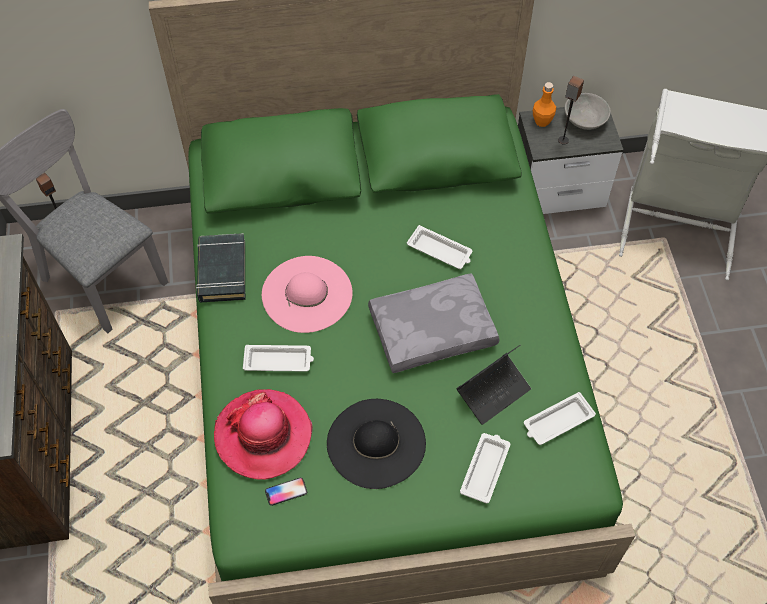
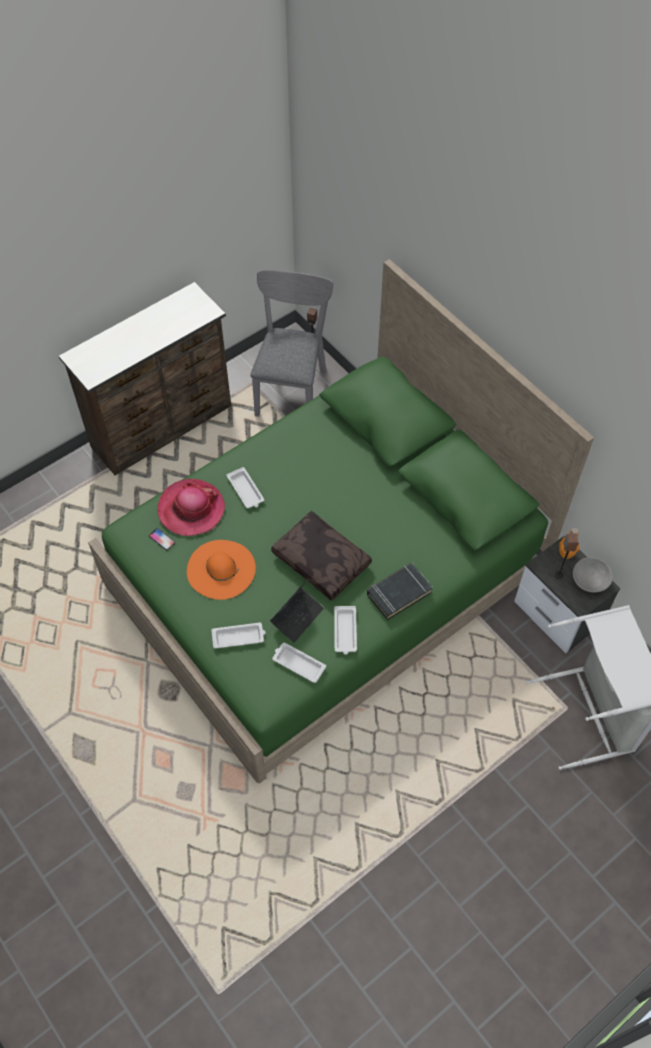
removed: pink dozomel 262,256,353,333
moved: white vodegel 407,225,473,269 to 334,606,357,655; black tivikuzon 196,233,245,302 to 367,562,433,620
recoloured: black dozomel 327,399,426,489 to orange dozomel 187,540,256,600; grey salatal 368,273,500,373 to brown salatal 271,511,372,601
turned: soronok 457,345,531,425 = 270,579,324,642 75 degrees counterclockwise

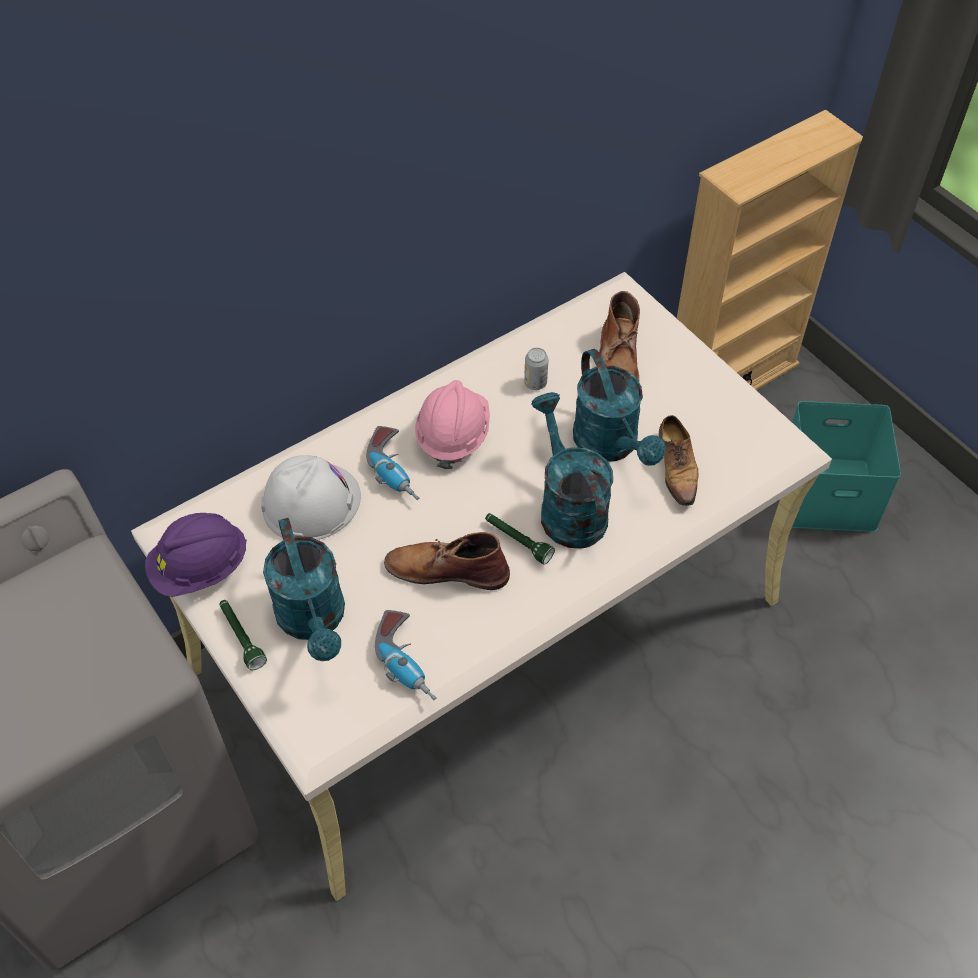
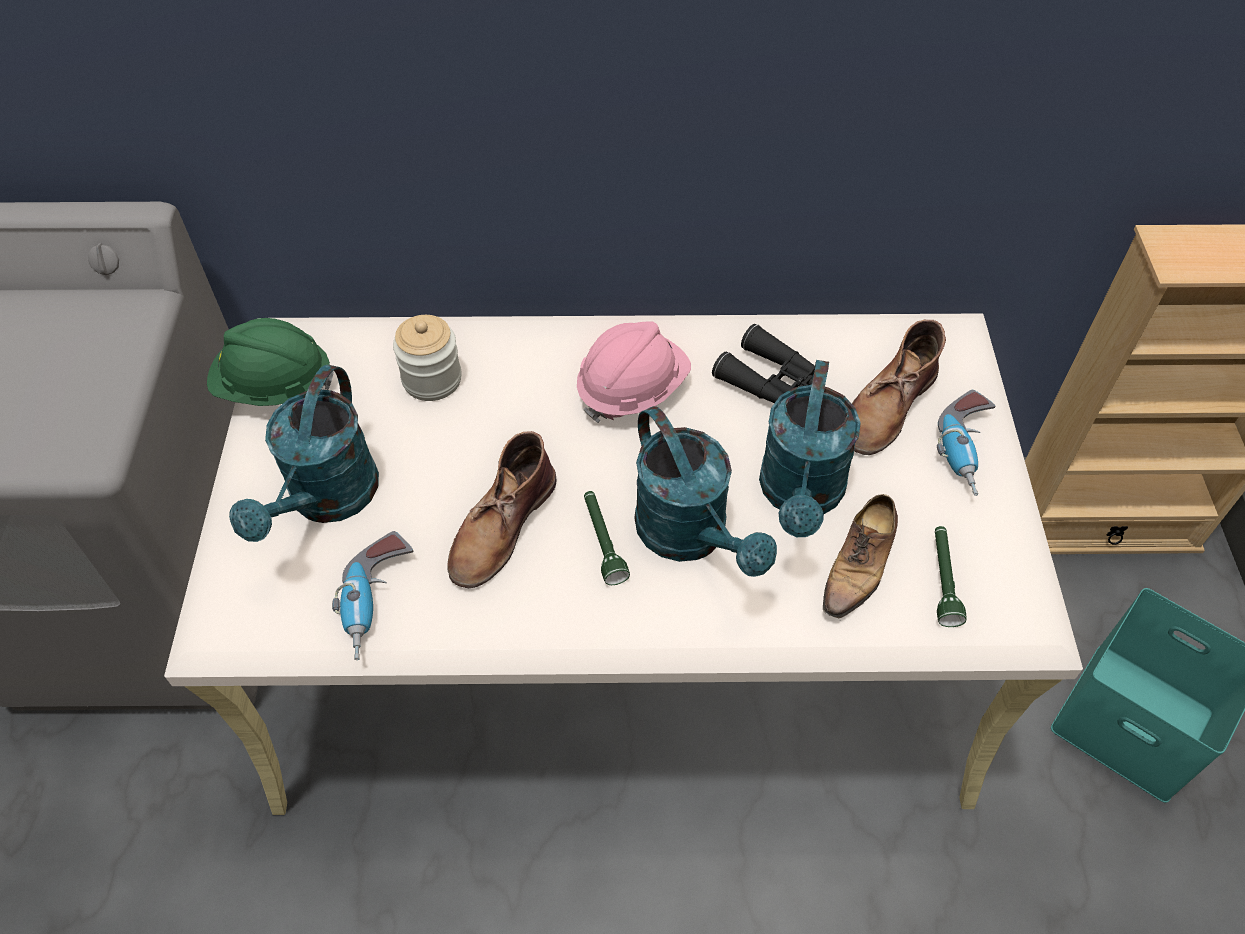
moved: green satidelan 219,600,267,670 to 935,526,967,627; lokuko 366,426,419,500 to 937,390,995,496
replaced: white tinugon 261,455,361,540 to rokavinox 393,315,462,401; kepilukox 524,348,548,390 to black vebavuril 712,324,815,403
recoloured: purple tinugon 145,513,247,597 to green tinugon 207,318,334,406
turned: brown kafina 384,532,510,590 = 447,431,556,588 105 degrees counterclockwise; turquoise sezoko 531,392,613,549 = 635,406,777,577 135 degrees clockwise

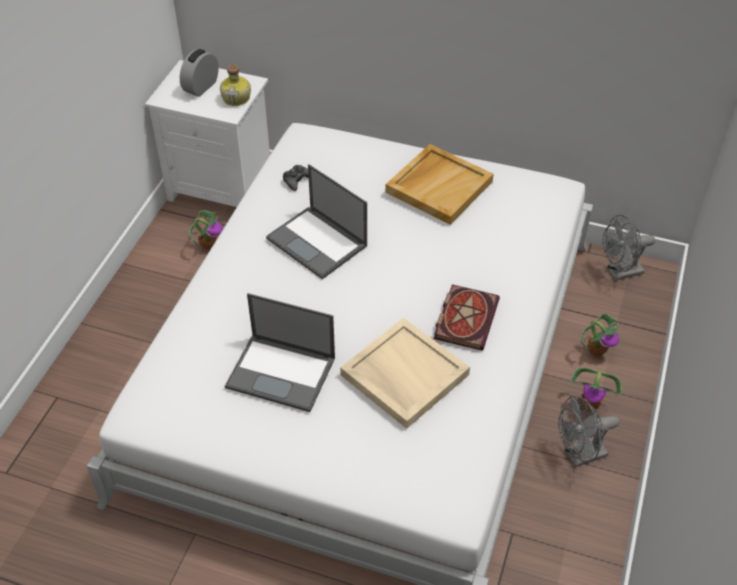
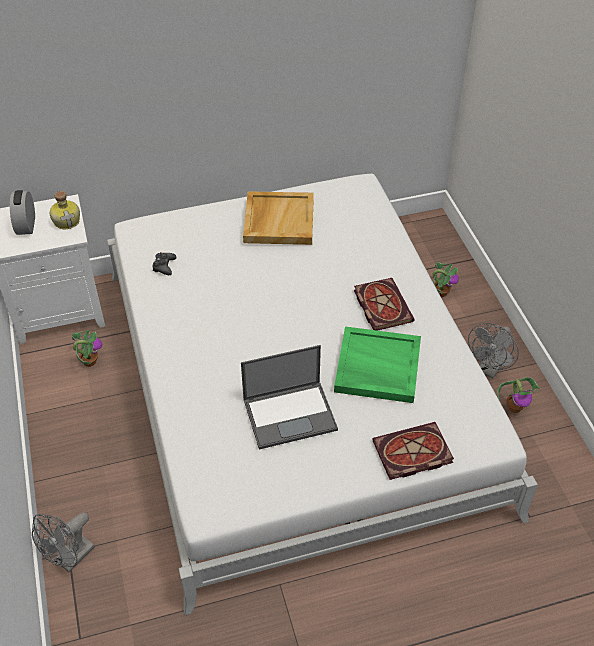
removed: soronok 266,164,367,279
added: tivikuzon 372,422,454,480
moved: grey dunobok 603,215,655,281 to 32,512,95,572; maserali 569,368,622,409 to 497,377,540,413
recoloured: beige vodegel 340,318,470,429 to green vodegel 334,326,421,403

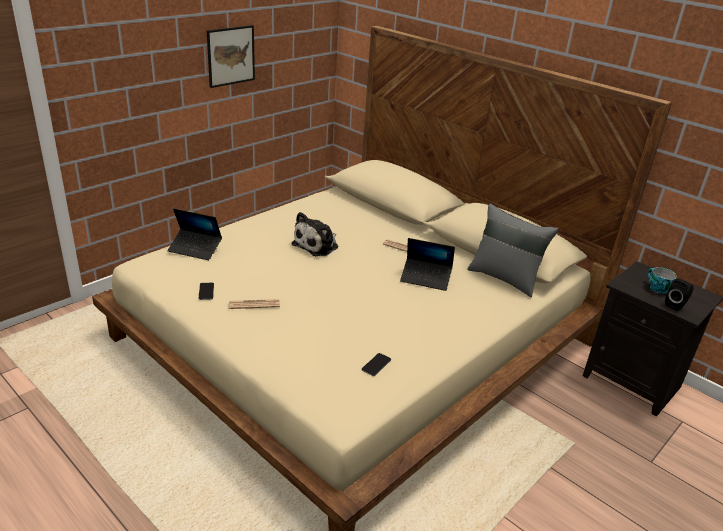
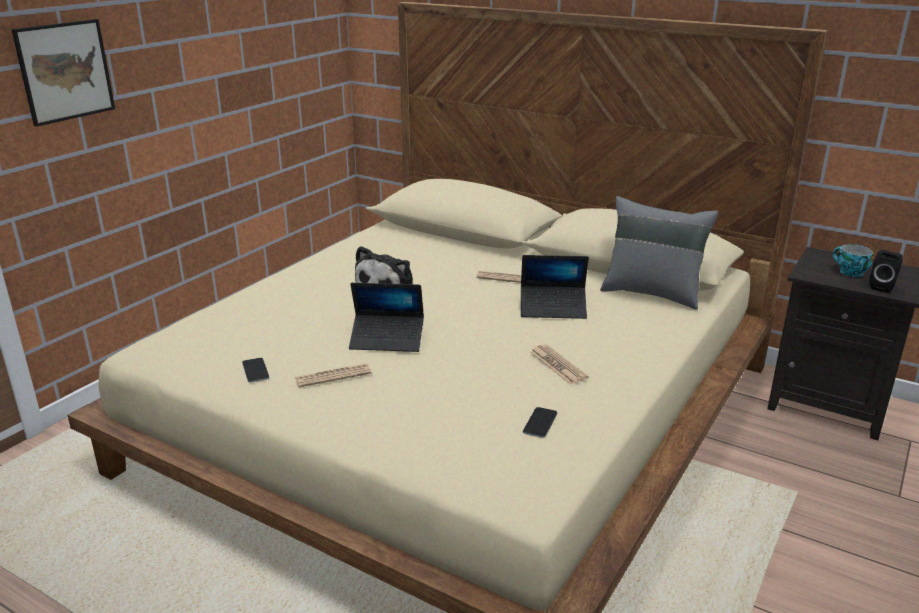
added: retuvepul 530,345,589,384
moved: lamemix 207,25,255,88 to 11,19,115,127; soronok 167,209,222,260 to 349,283,424,352

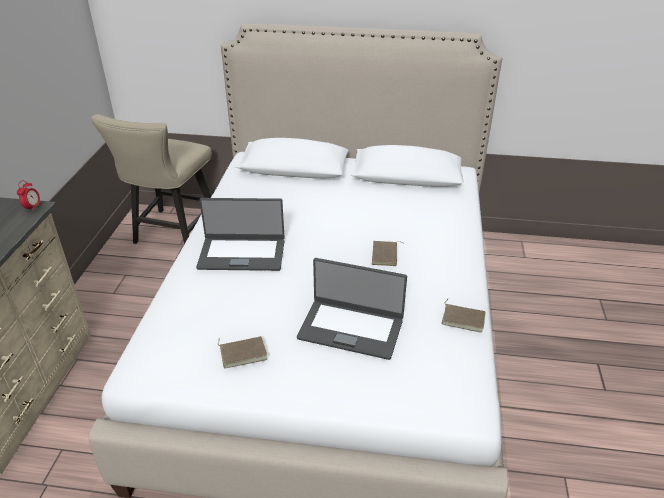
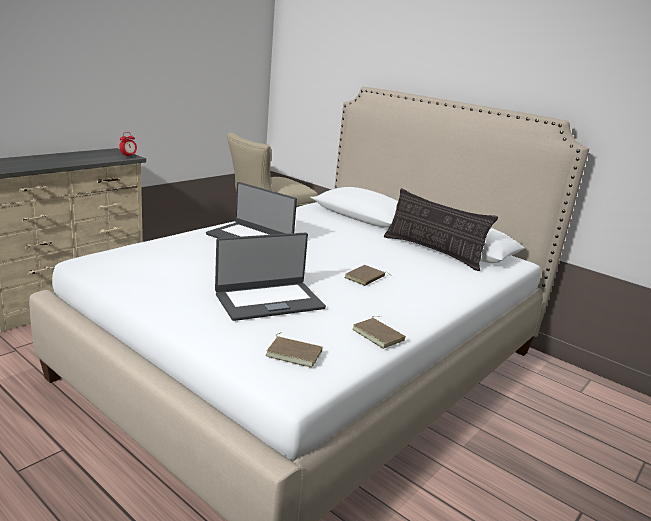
added: salatal 384,188,498,271
moved: brown tivikuzon 218,336,267,368 to 265,332,323,368
turned: soronok 297,258,407,360 = 215,232,326,321 75 degrees counterclockwise

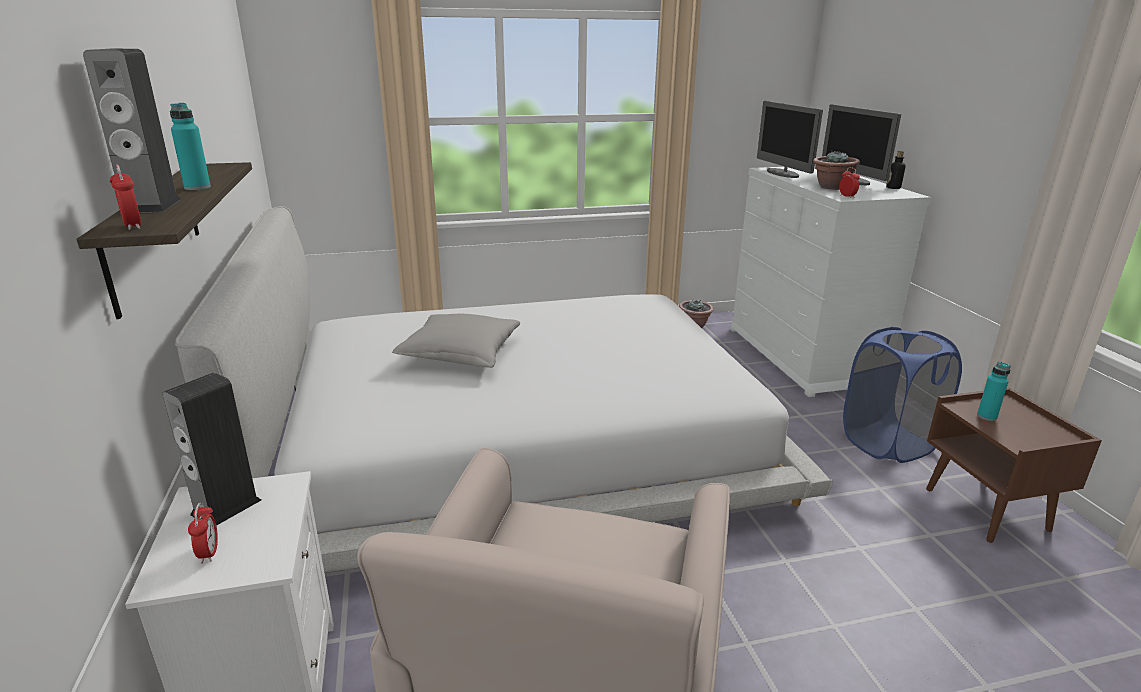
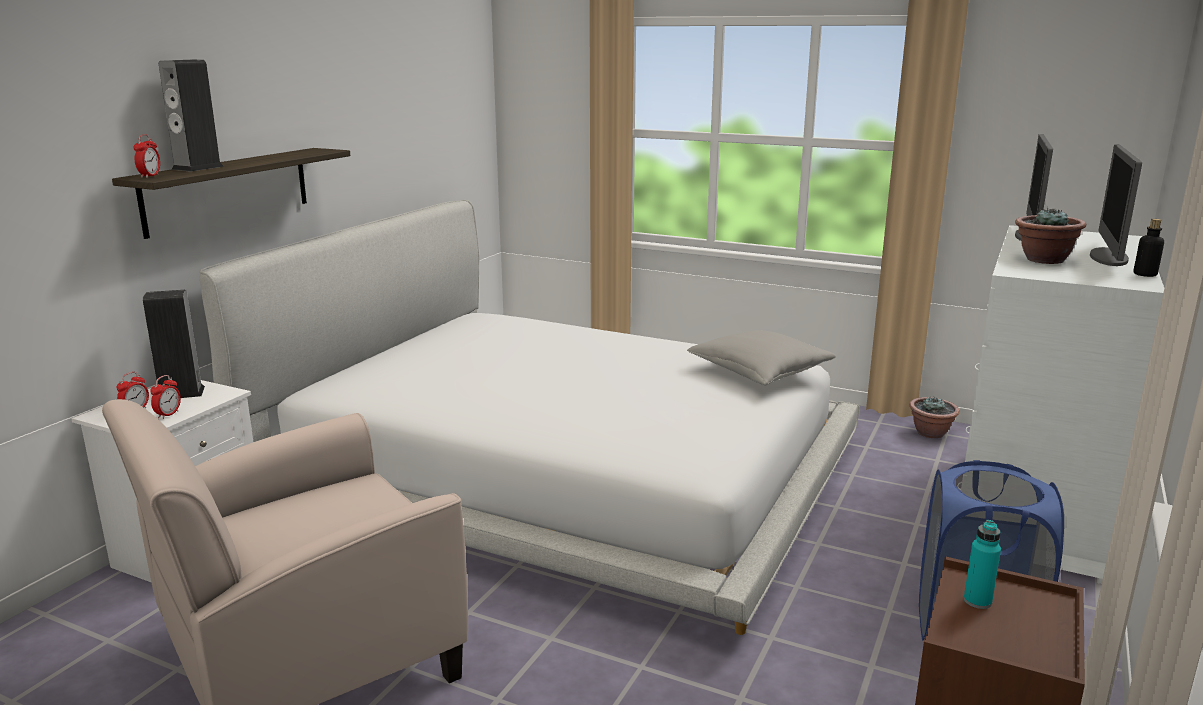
removed: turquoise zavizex 170,103,211,190
moved: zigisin 839,167,860,198 to 150,375,181,419; grey salatal 392,314,520,368 to 687,330,836,385

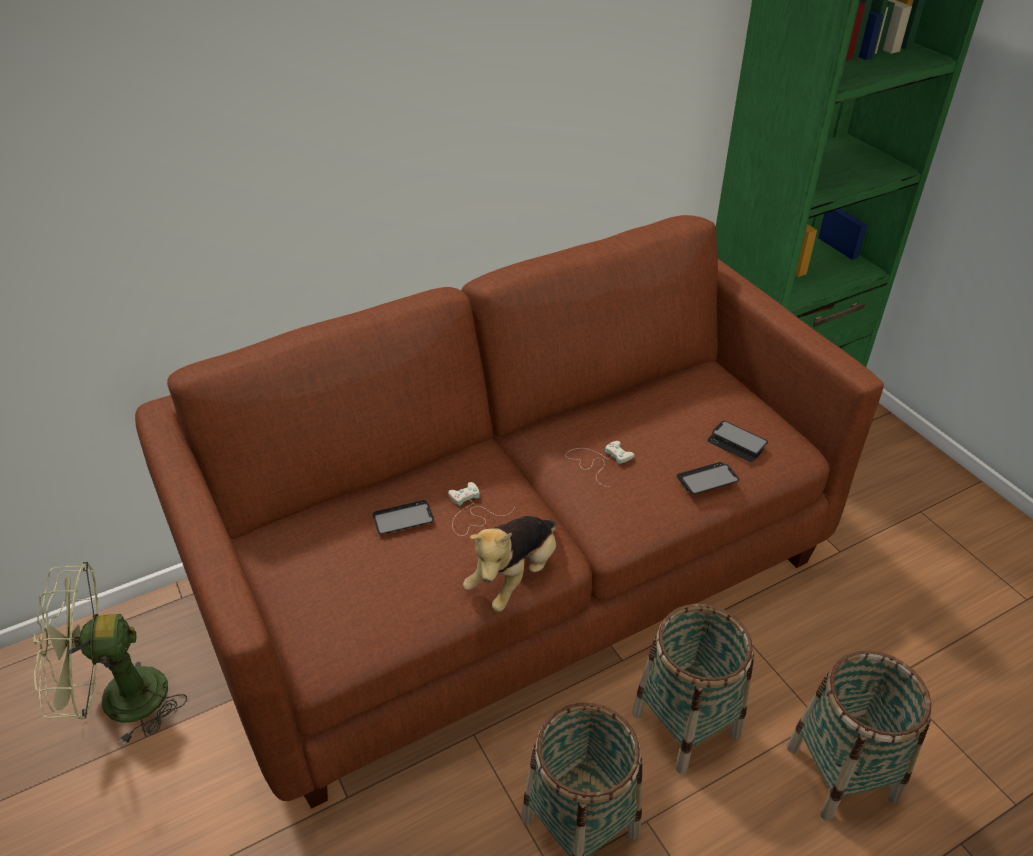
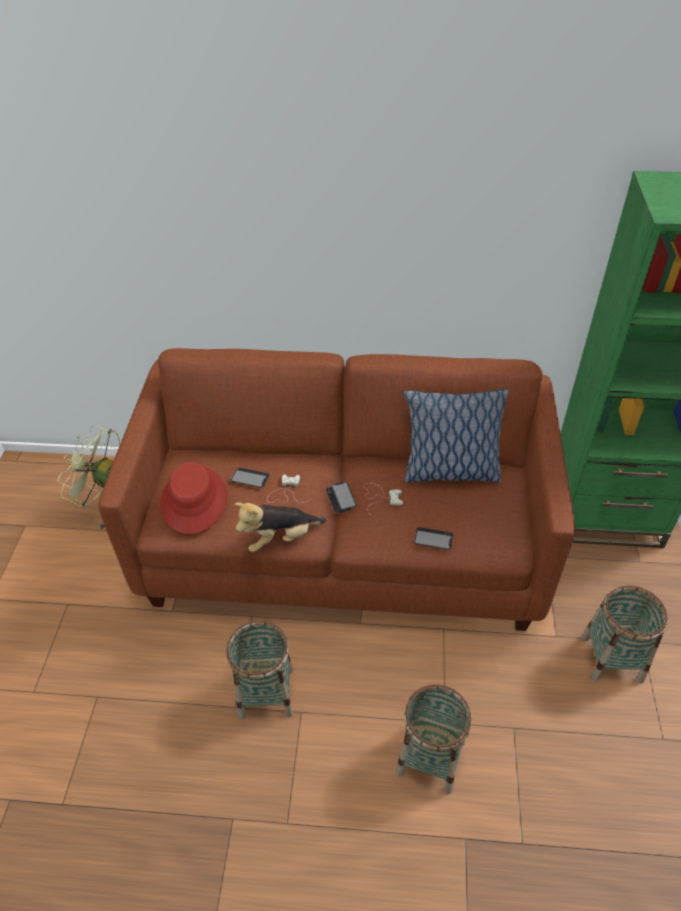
added: red dozomel 160,462,227,534; salatal 403,389,509,483
moved: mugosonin 707,421,768,462 to 326,482,357,513; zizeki 632,603,754,774 to 582,585,668,684

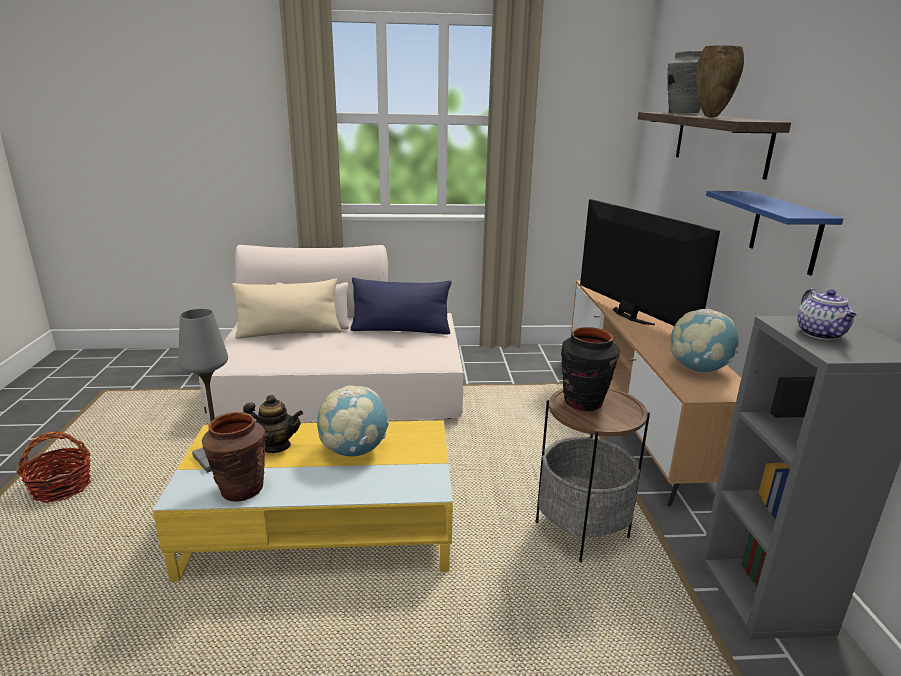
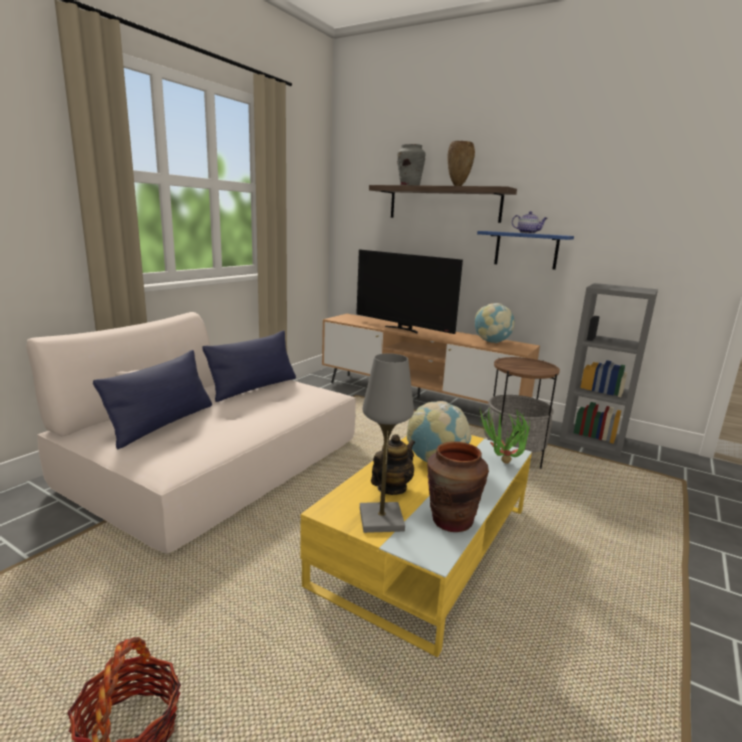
removed: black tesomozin 561,327,620,411
added: maserali 477,407,530,464
moved: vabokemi 797,289,857,340 to 512,211,547,234
recoloured: beige salatal 232,279,341,339 to blue salatal 93,350,212,449
turned: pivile 580,199,720,326 = 356,250,463,334 150 degrees counterclockwise

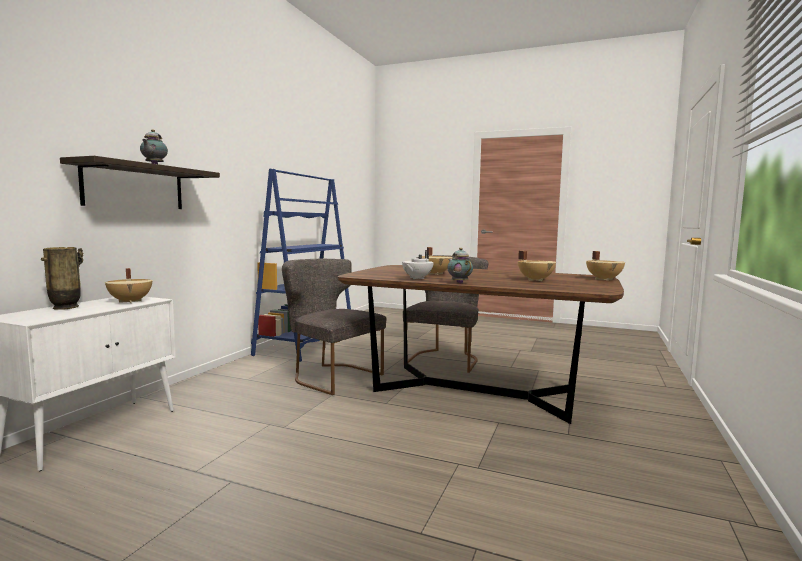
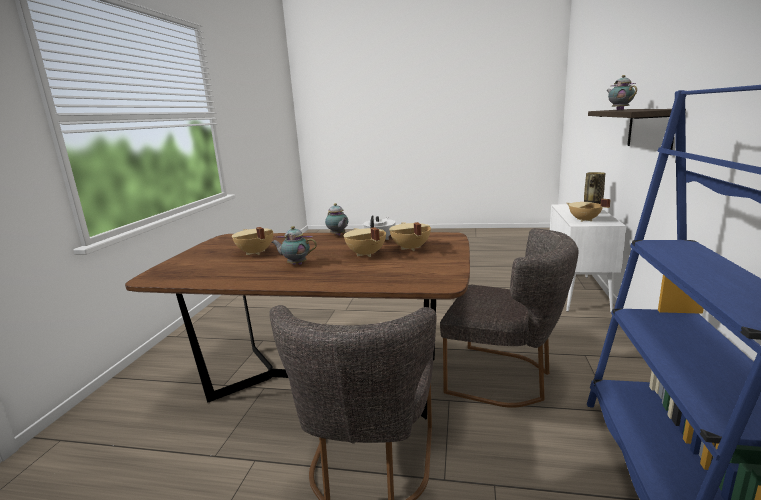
added: vabokemi 271,226,317,265
moved: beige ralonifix 586,251,625,281 to 389,222,431,251

